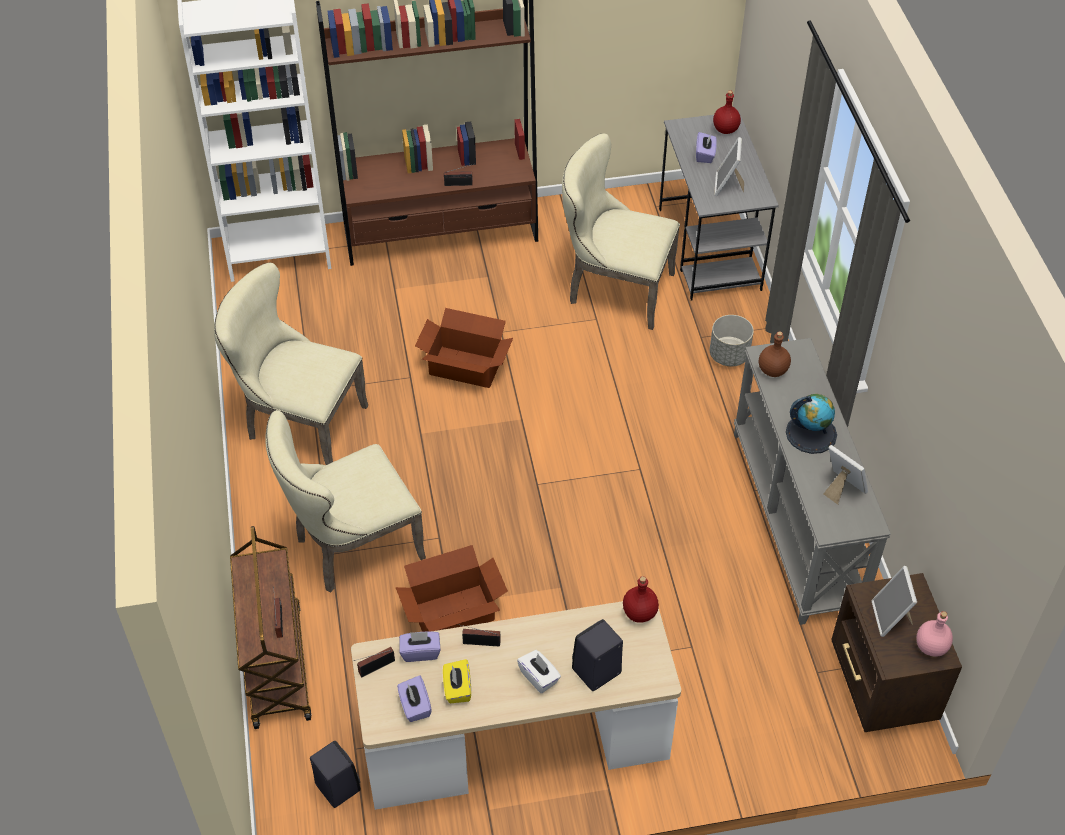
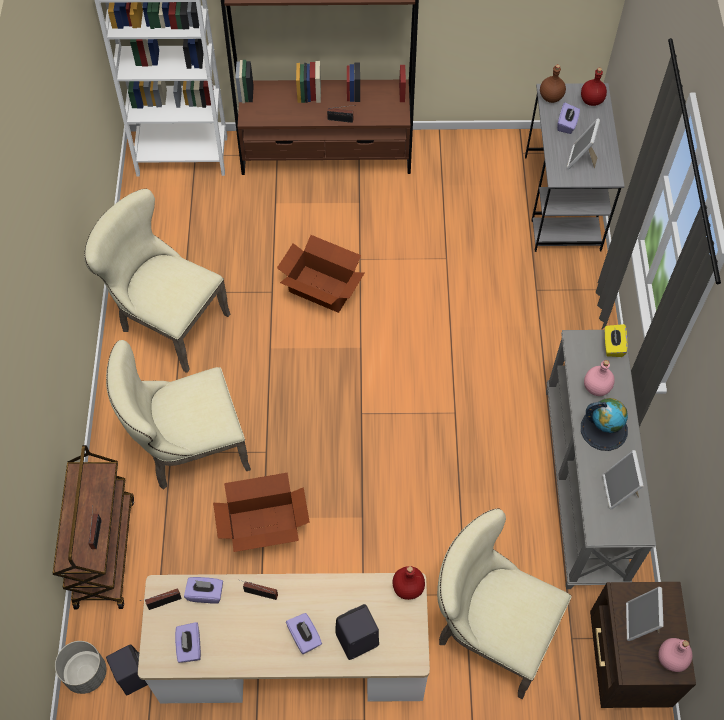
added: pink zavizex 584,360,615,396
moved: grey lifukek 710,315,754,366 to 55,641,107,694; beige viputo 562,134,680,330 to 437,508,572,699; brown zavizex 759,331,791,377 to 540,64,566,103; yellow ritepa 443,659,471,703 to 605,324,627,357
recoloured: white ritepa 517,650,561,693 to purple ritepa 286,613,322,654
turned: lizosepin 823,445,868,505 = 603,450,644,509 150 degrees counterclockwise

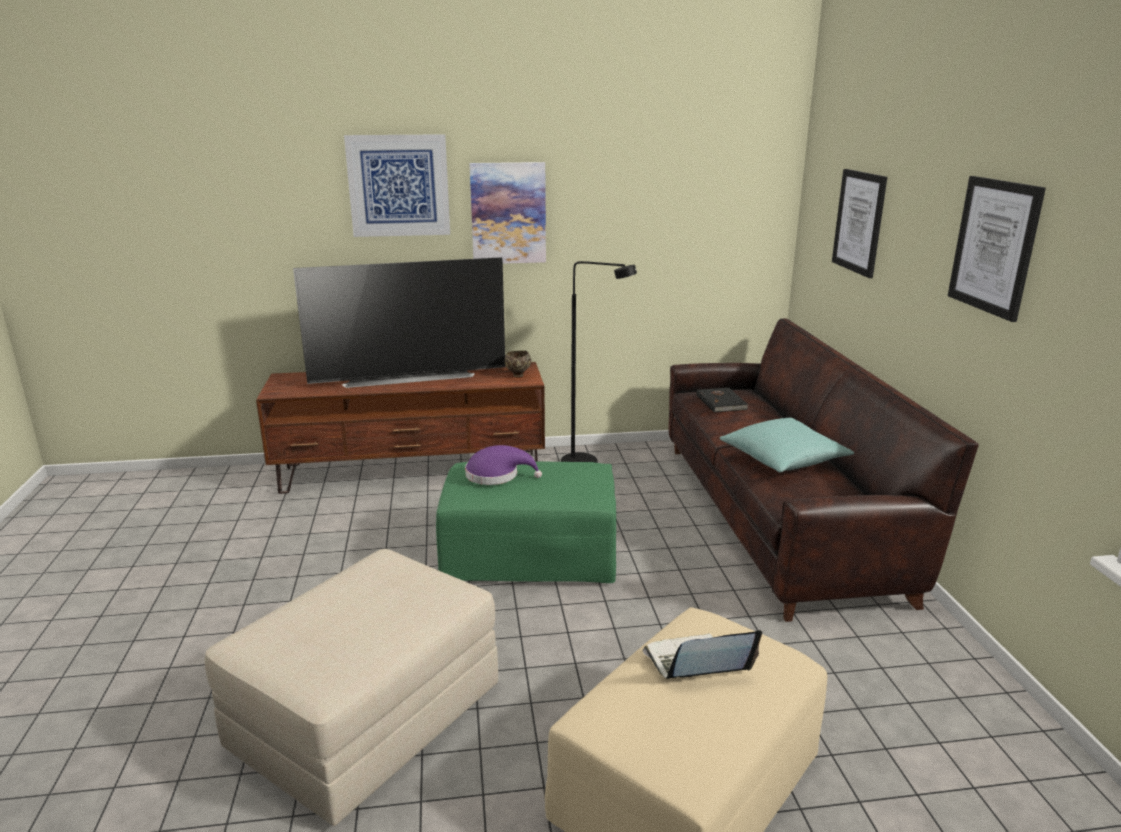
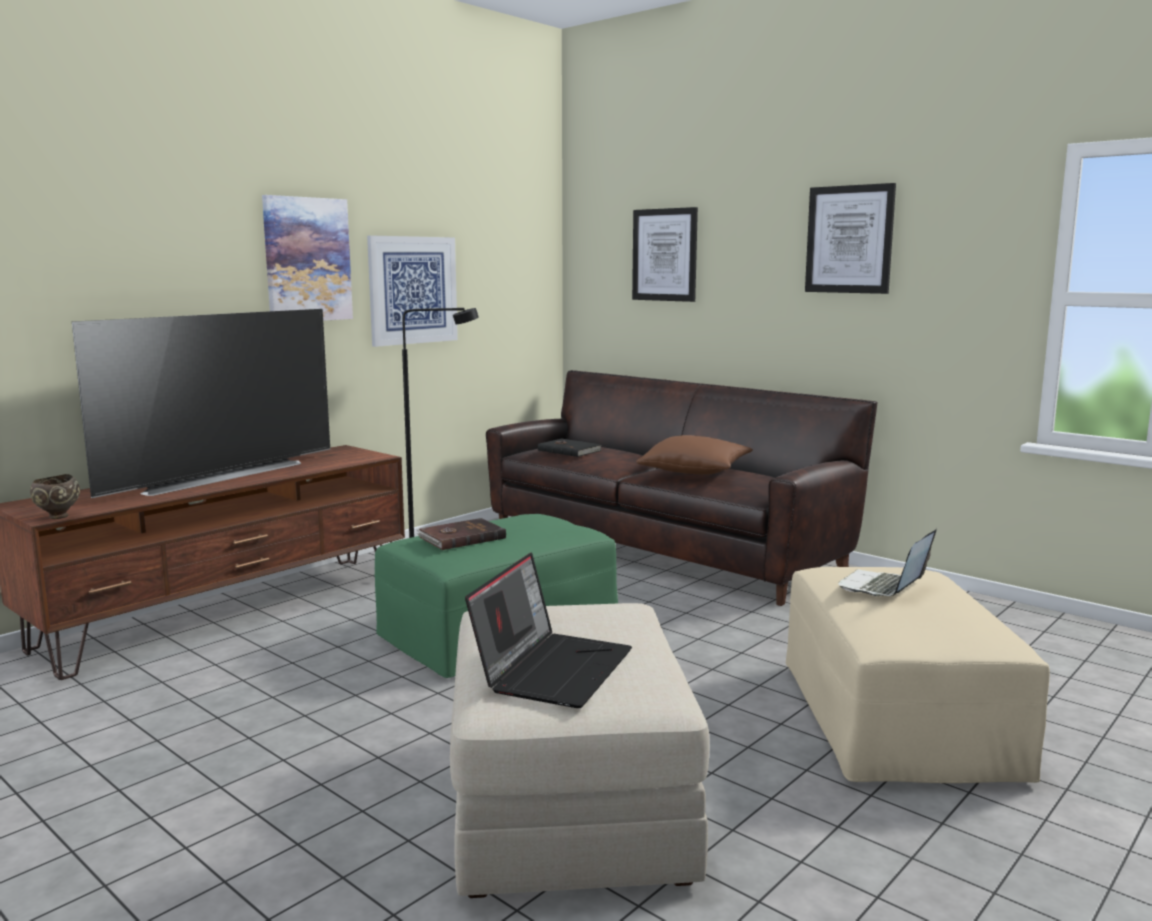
added: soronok 465,553,632,708
moved: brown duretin 505,351,531,377 to 30,474,80,519; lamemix 344,134,450,237 to 367,235,458,347
replaced: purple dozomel 465,445,542,485 to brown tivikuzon 417,518,506,550
recoloured: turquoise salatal 719,418,854,473 to brown salatal 636,435,753,475

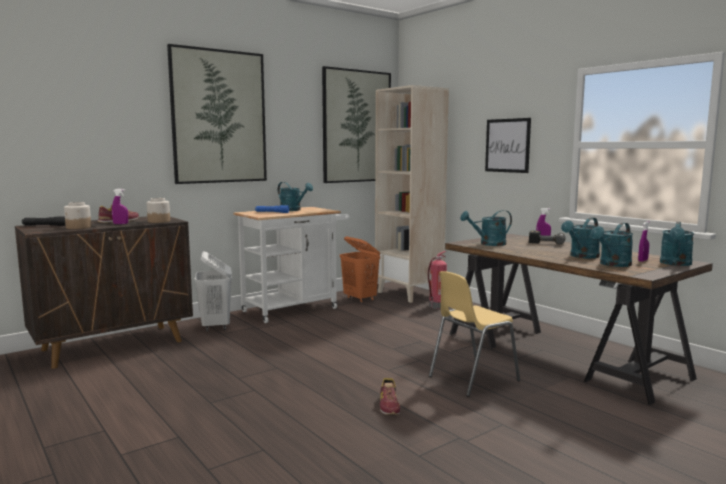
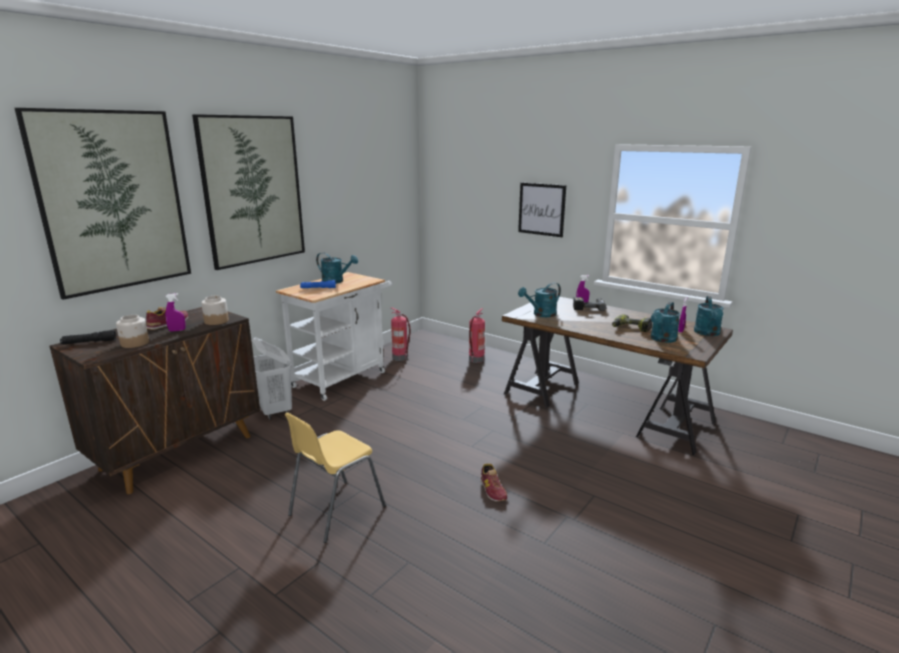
removed: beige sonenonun 375,85,449,303
moved: lamemix 322,66,391,183 to 15,108,191,300; yellow viputo 429,271,520,397 to 284,412,386,543
replaced: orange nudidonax 340,237,380,303 to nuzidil 391,308,411,361; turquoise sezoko 561,217,600,258 to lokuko 612,314,652,332

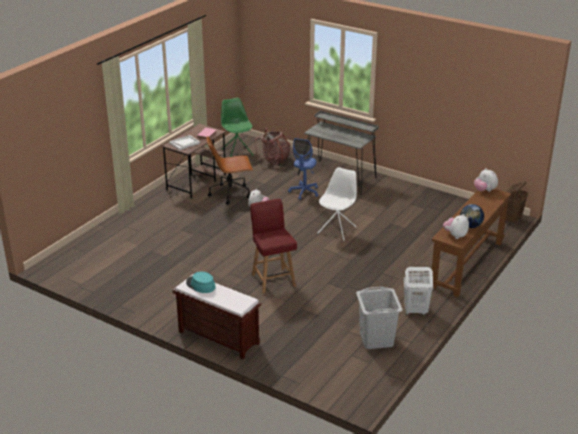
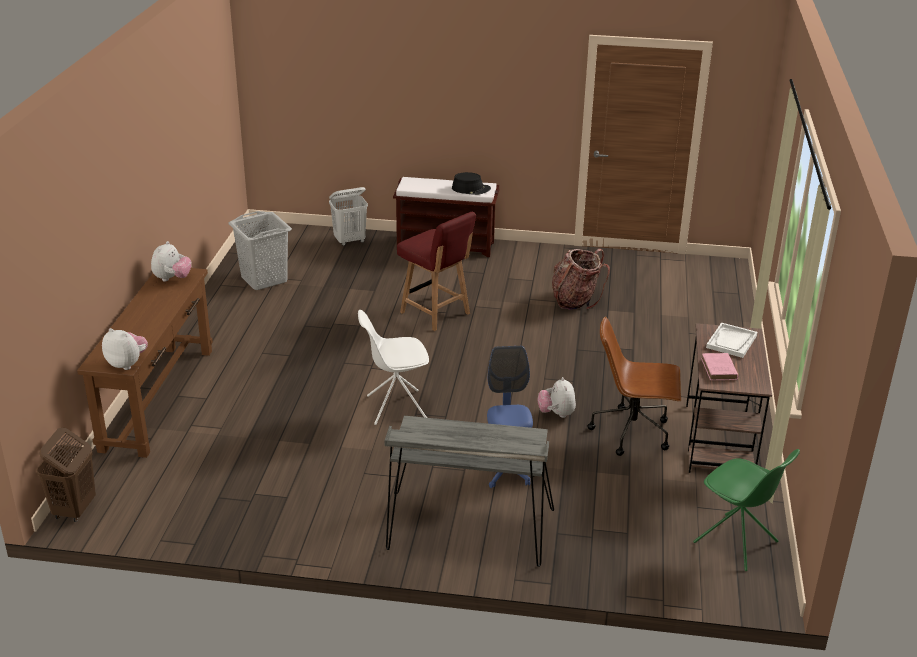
removed: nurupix 460,204,484,228
moved: white nudidonax 404,267,433,315 to 329,187,368,246; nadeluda 254,128,290,166 to 552,249,610,310
recoloured: turquoise dozomel 186,272,216,293 to black dozomel 452,172,491,195
turned: white viputo 318,167,357,241 = 358,310,429,425 75 degrees clockwise; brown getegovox 206,136,253,205 = 587,316,681,456 135 degrees counterclockwise

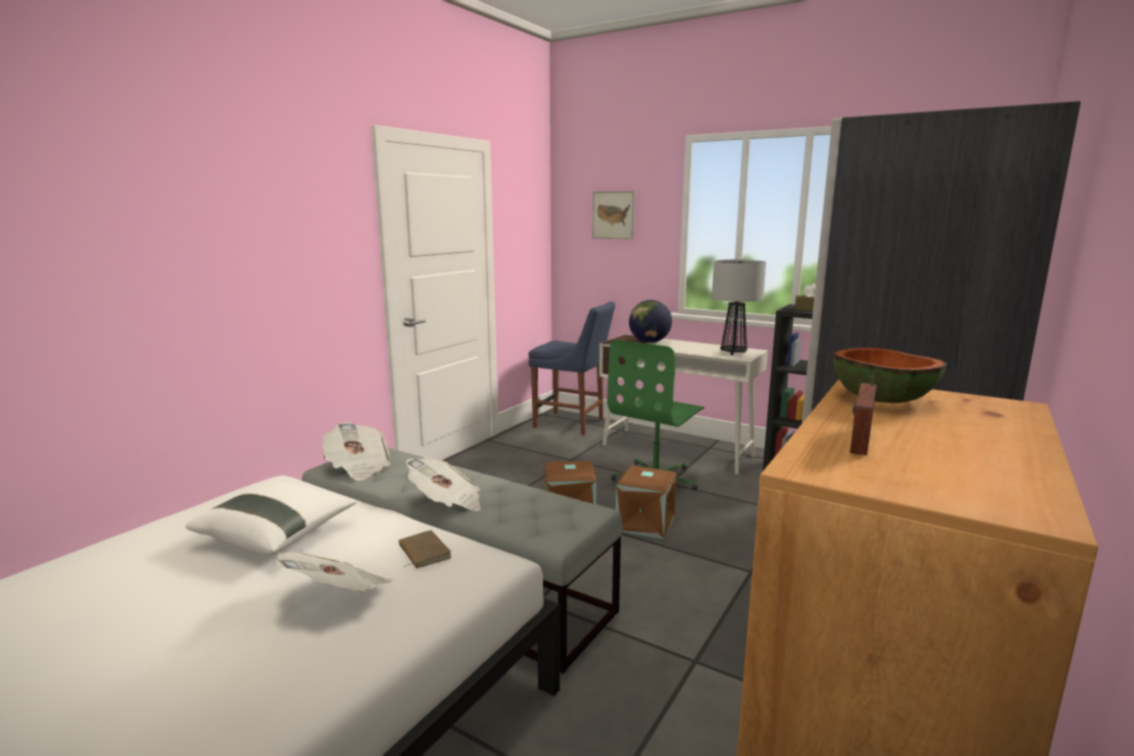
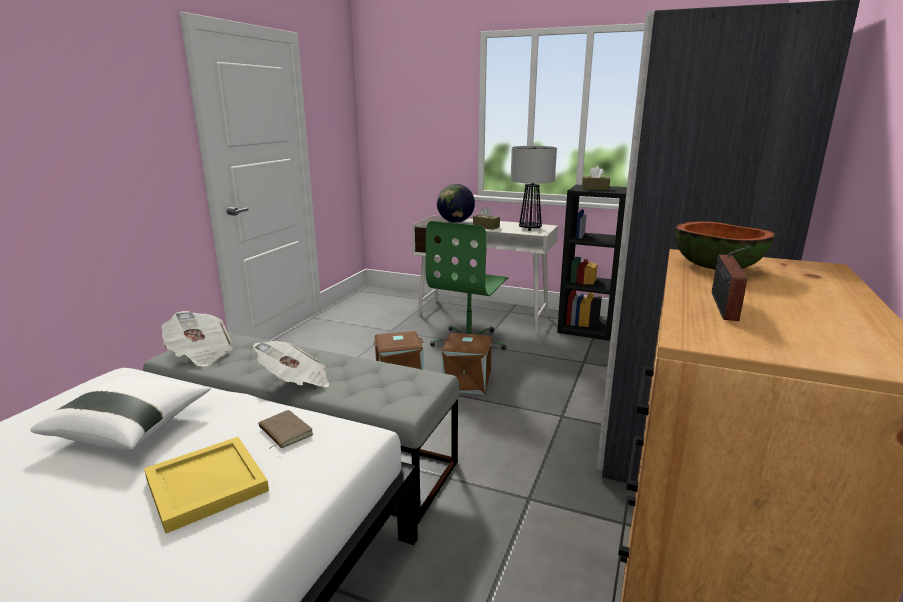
removed: blue viputo 528,302,615,435; lamemix 592,191,635,240
added: brown ritepa 473,207,500,230
replaced: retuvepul 274,551,392,592 to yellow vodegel 144,437,269,534

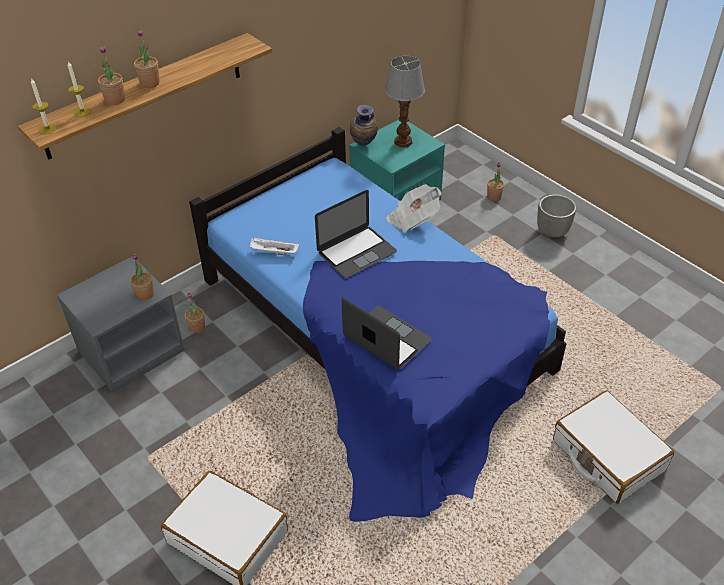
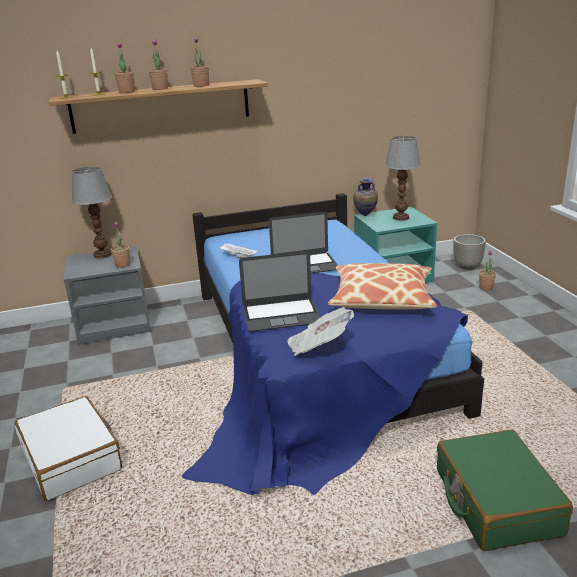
added: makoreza 72,167,112,259; salatal 328,263,437,310
moved: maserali 185,293,205,333 to 190,37,209,87; retuvepul 386,184,442,232 to 287,307,354,356; lifukek 537,194,576,238 to 453,234,486,269
recoloured: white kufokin 553,390,674,504 to green kufokin 437,430,573,551
turned: soronok 342,298,432,369 = 239,251,320,331 105 degrees clockwise

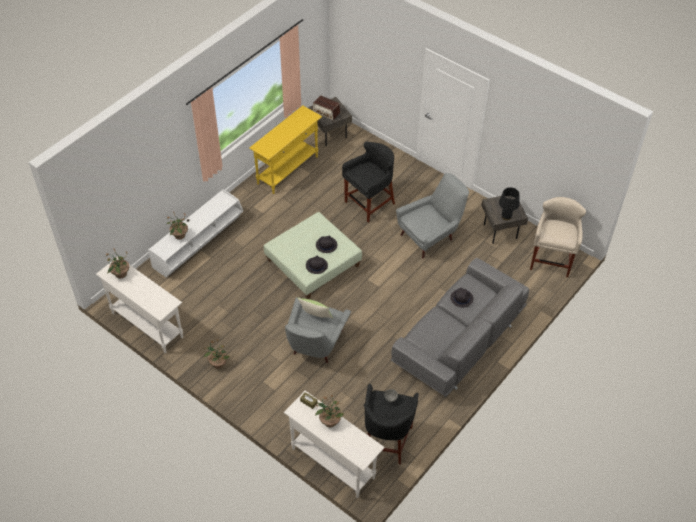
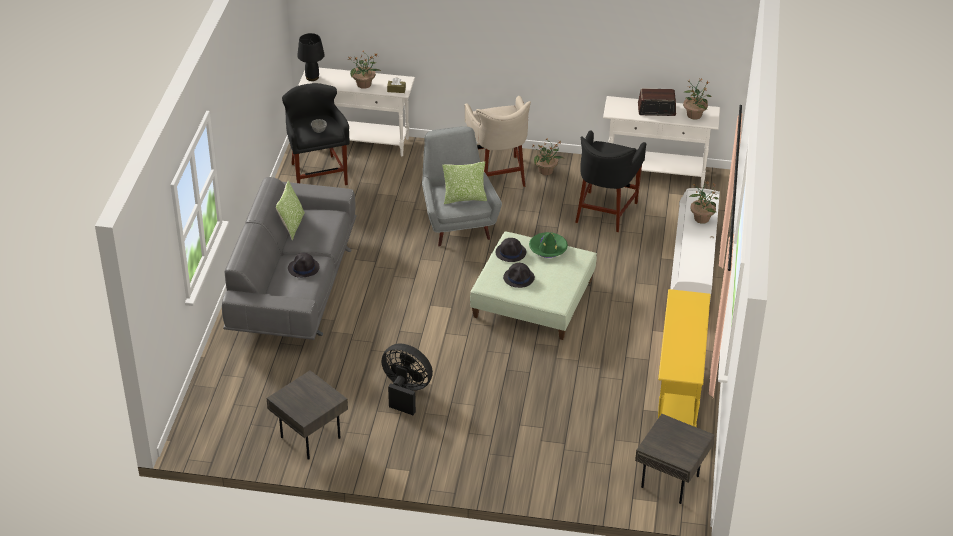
added: salatal 276,180,305,240; green dozomel 529,232,568,258
moved: black makoreza 499,187,520,221 to 297,33,325,81; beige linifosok 530,197,586,278 to 464,96,531,187; black linifosok 342,141,395,223 to 575,130,646,232; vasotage 312,95,340,120 to 638,88,676,116
replaced: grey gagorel 396,173,469,258 to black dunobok 381,343,433,415

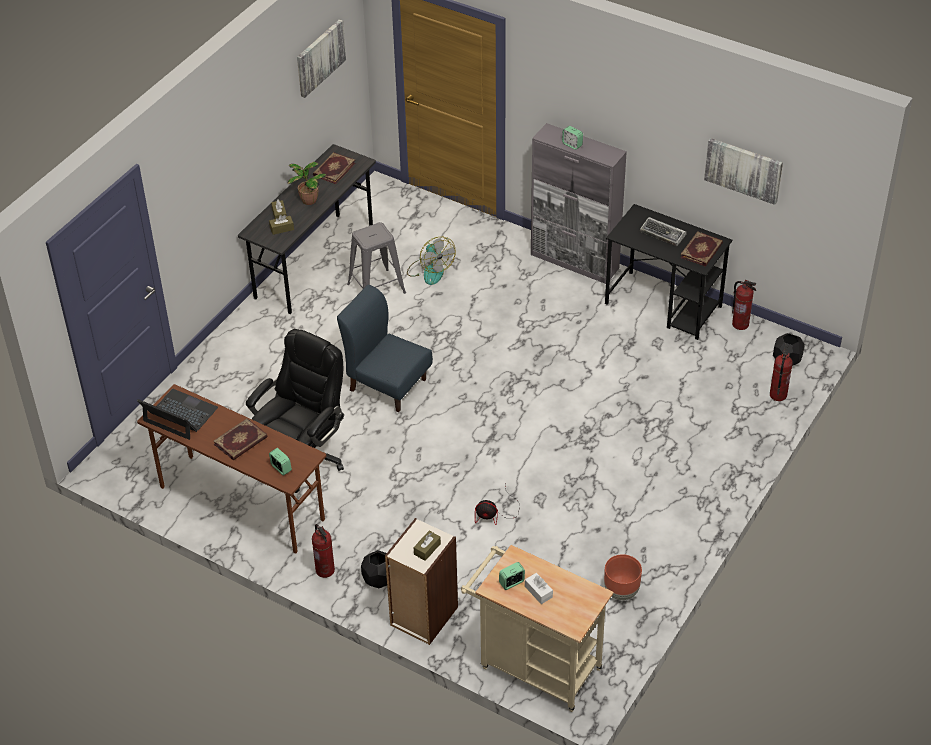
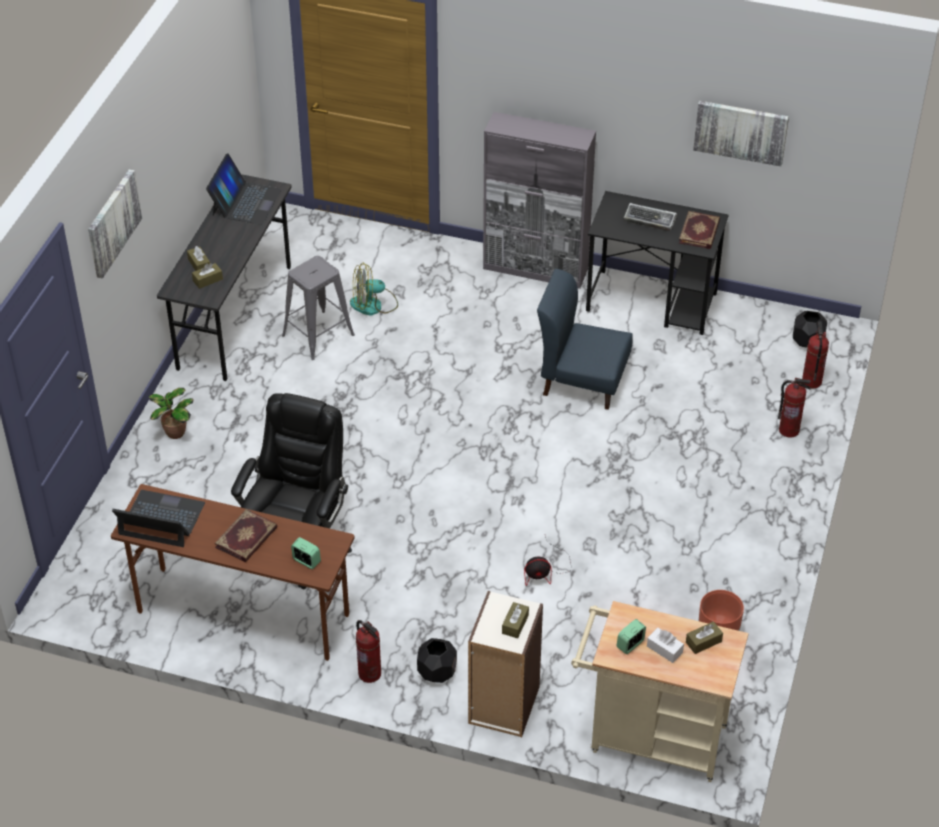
removed: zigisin 562,126,583,150
added: brown ritepa 686,621,723,654
moved: lamemix 297,19,346,98 to 88,169,142,279; maserali 287,162,326,205 to 149,388,193,439; blue viputo 337,285,433,412 to 537,269,633,410; nuzidil 732,280,756,330 to 778,378,811,438
replaced: tivikuzon 313,152,356,184 to soronok 206,153,281,225
turned: dunobok 407,237,456,285 = 350,263,398,315 120 degrees clockwise

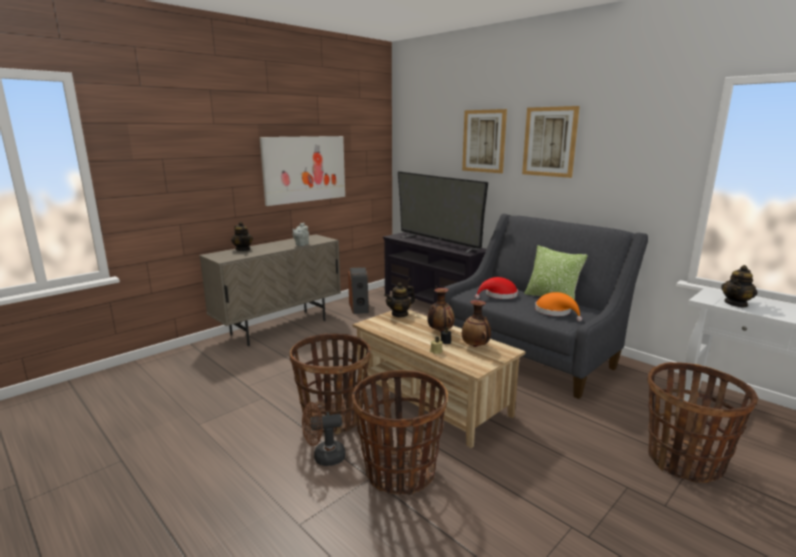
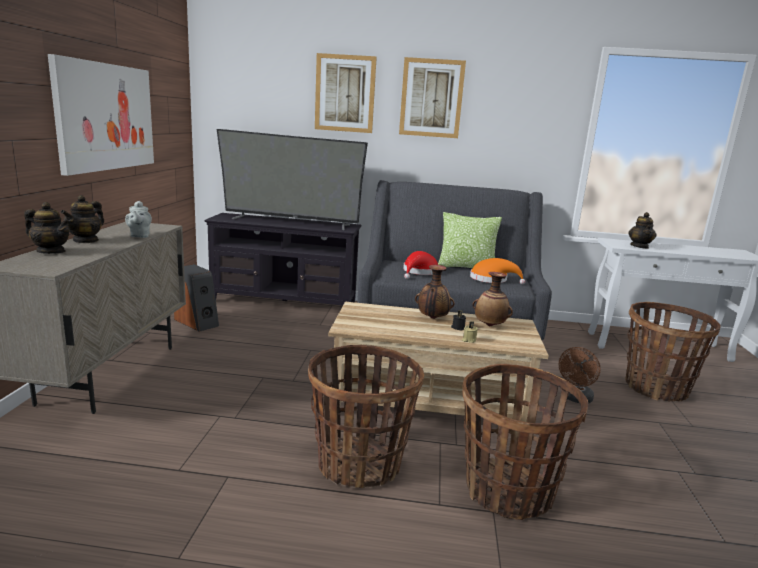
moved: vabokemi 384,282,415,317 to 60,195,104,243; brown dunobok 302,402,345,466 to 559,347,601,403

